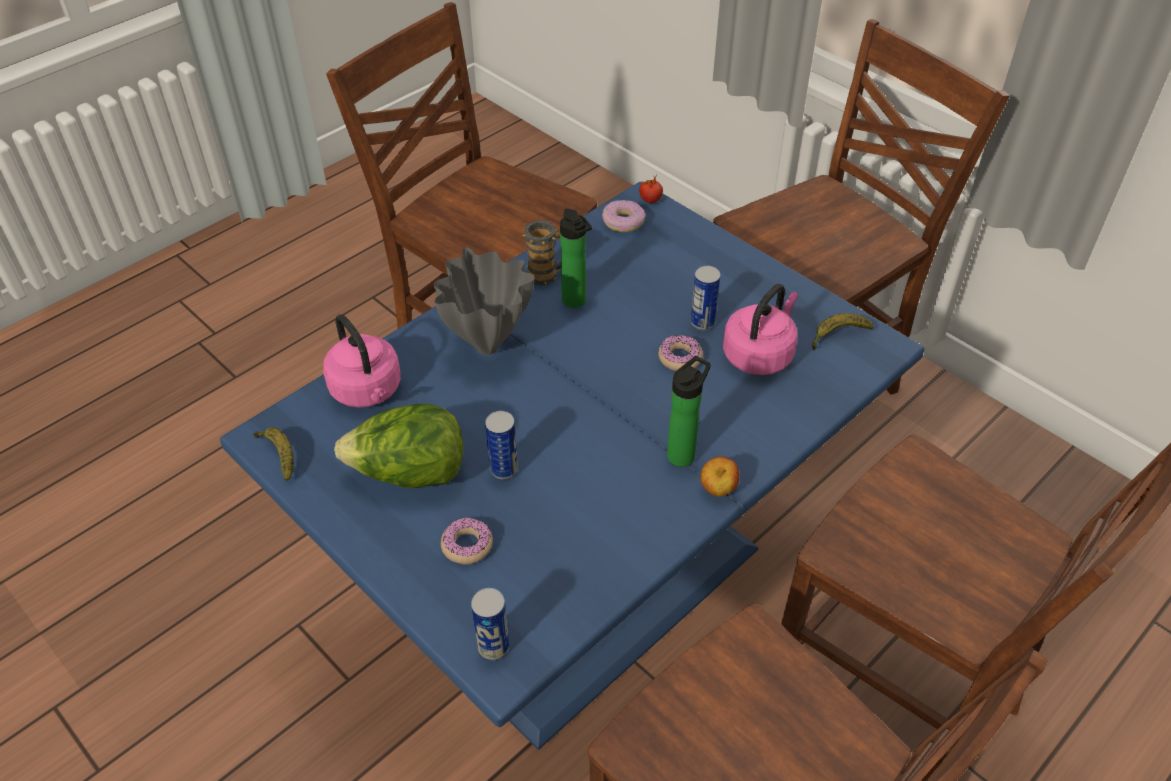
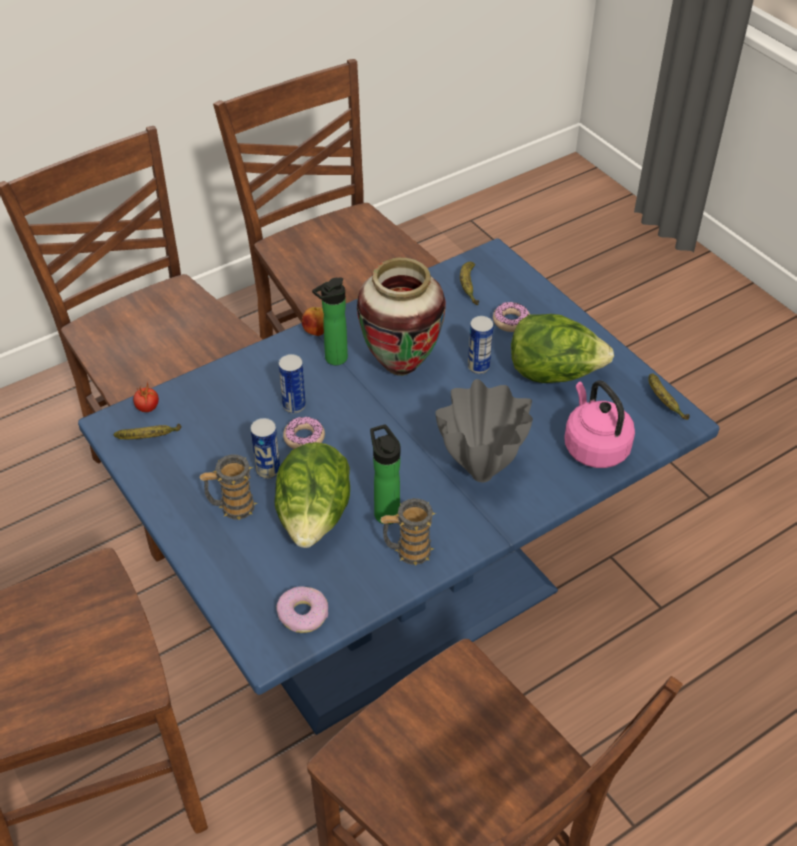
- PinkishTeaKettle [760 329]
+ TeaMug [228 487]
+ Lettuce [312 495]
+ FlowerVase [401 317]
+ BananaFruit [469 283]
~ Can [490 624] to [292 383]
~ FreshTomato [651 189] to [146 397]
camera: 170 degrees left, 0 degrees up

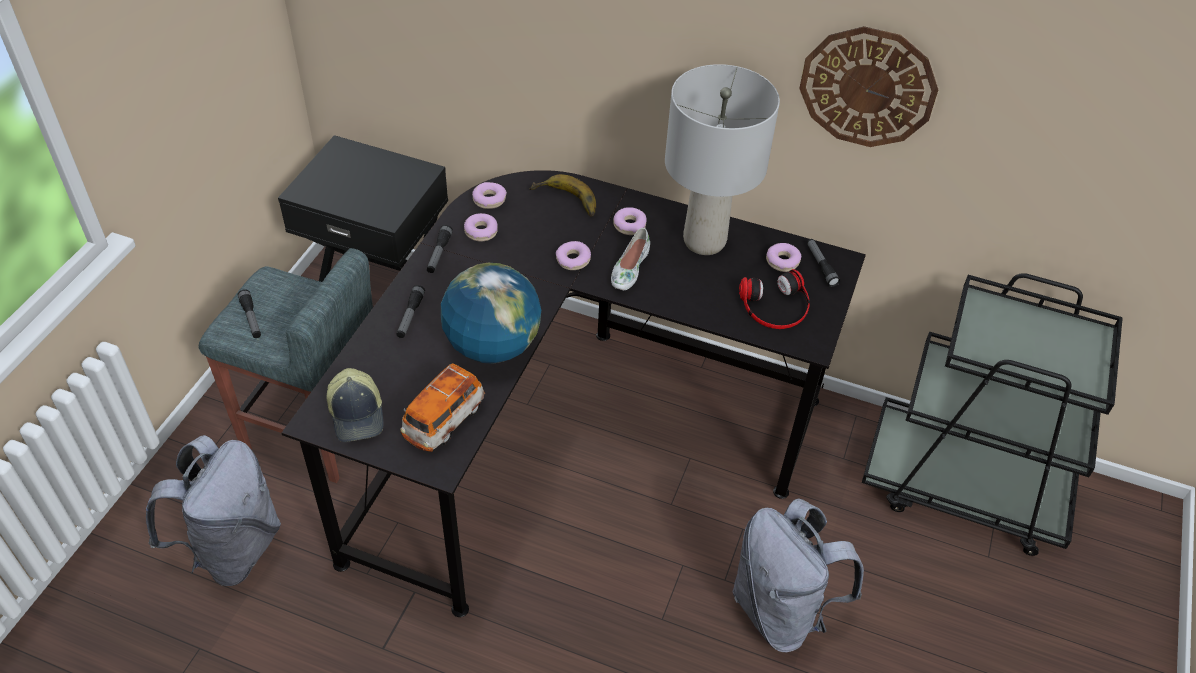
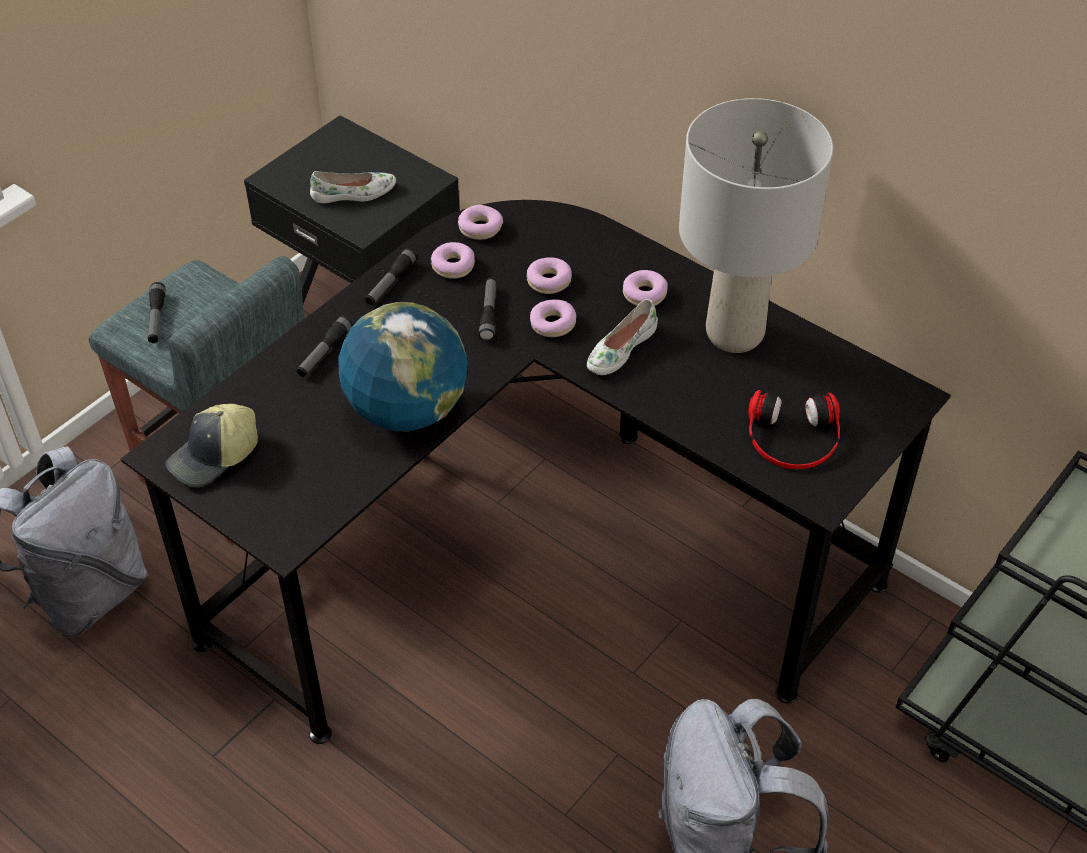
- ModelCar [442 407]
- BananaFruit [563 195]
- HangingClock [868 86]
+ WhitishShoe [353 187]
~ Doughnut [783 257] to [549 275]
~ Torch [823 263] to [487 310]
~ PeakedCap [355 405] = [211 446] 45 degrees clockwise
camera: 20 degrees right, 0 degrees up

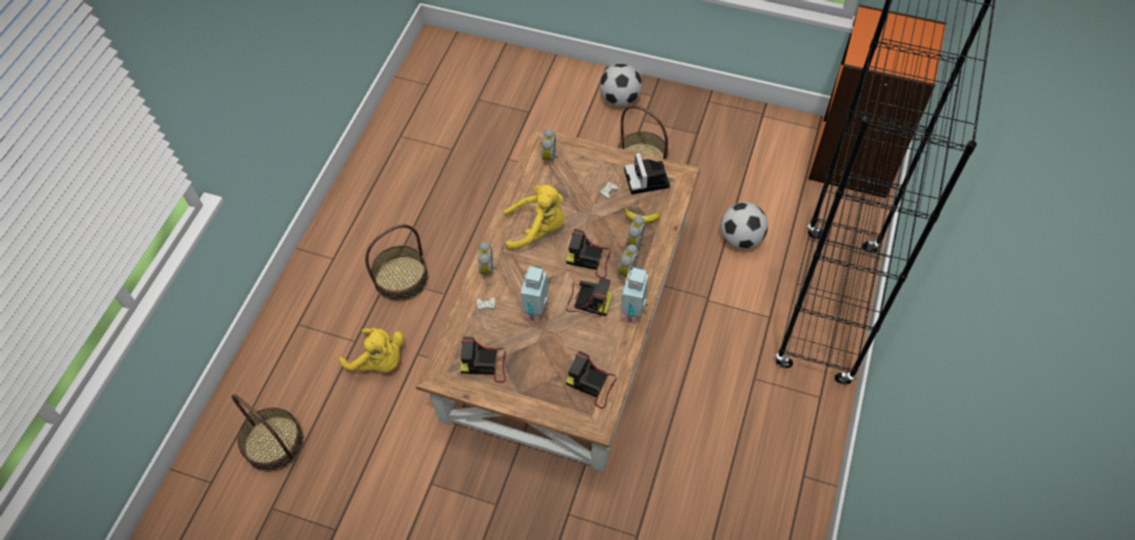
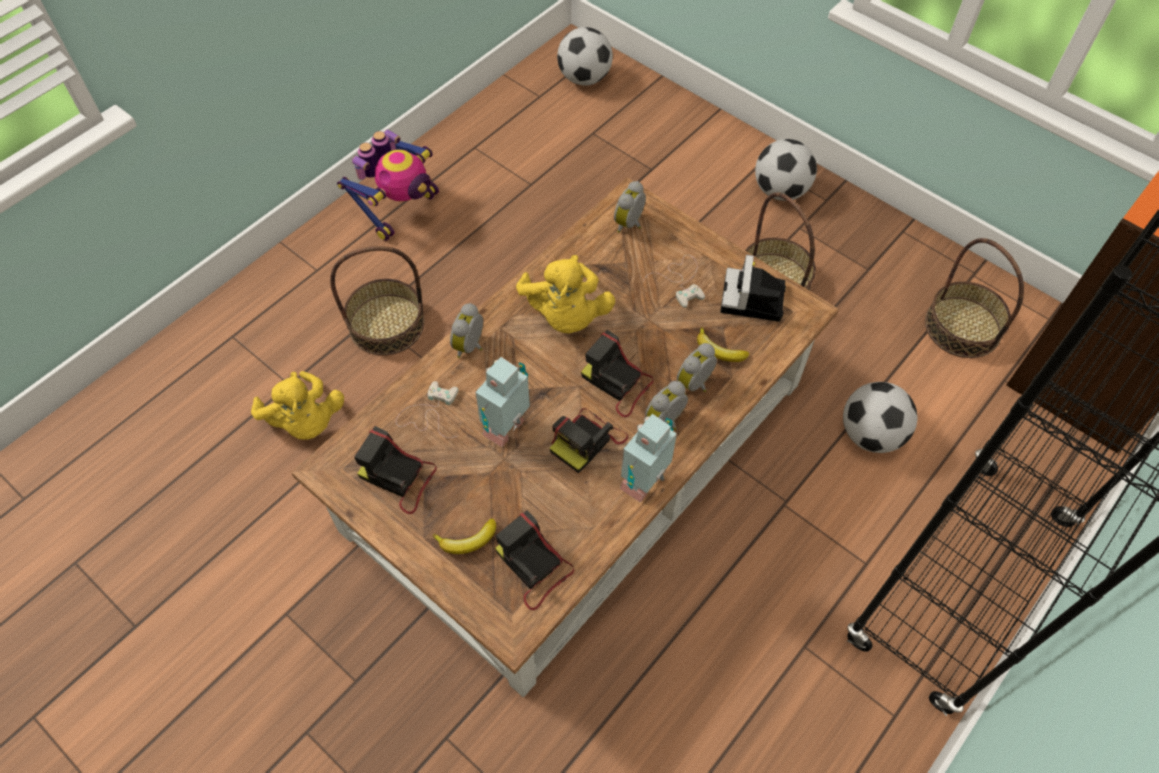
+ RobotFigure [388 185]
+ BananaFruit [464 536]
+ FootballBall [585 56]
~ HouseholdBasket [268 433] to [974 298]
~ YellowColouredPlushToy [534 218] = [565 294] 60 degrees clockwise
~ PhotoCamera [589 297] = [589 440] 90 degrees clockwise
camera: 20 degrees right, 0 degrees up

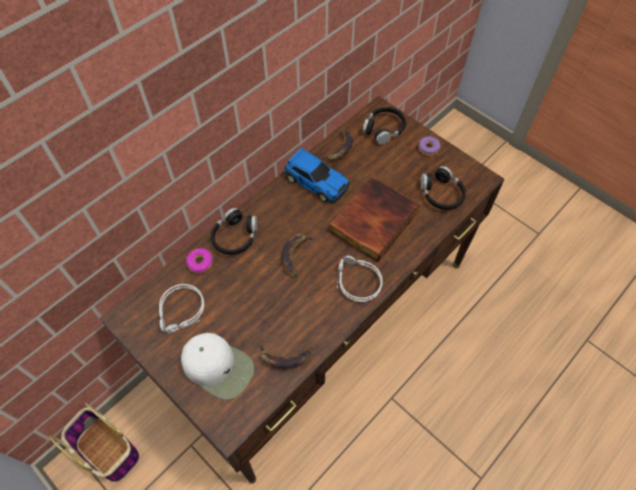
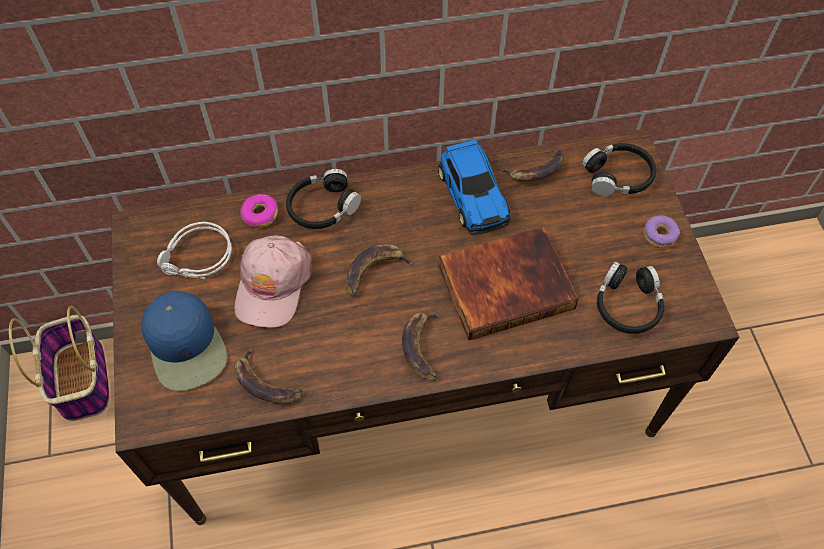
+ PinkishPeakedCap [273 281]
~ GreyishHeadphones [360 279] to BananaFruit [421 347]
~ WhitishPeakedCap [217 366] to BluishPeakedCap [184 341]
camera: 35 degrees right, 0 degrees up

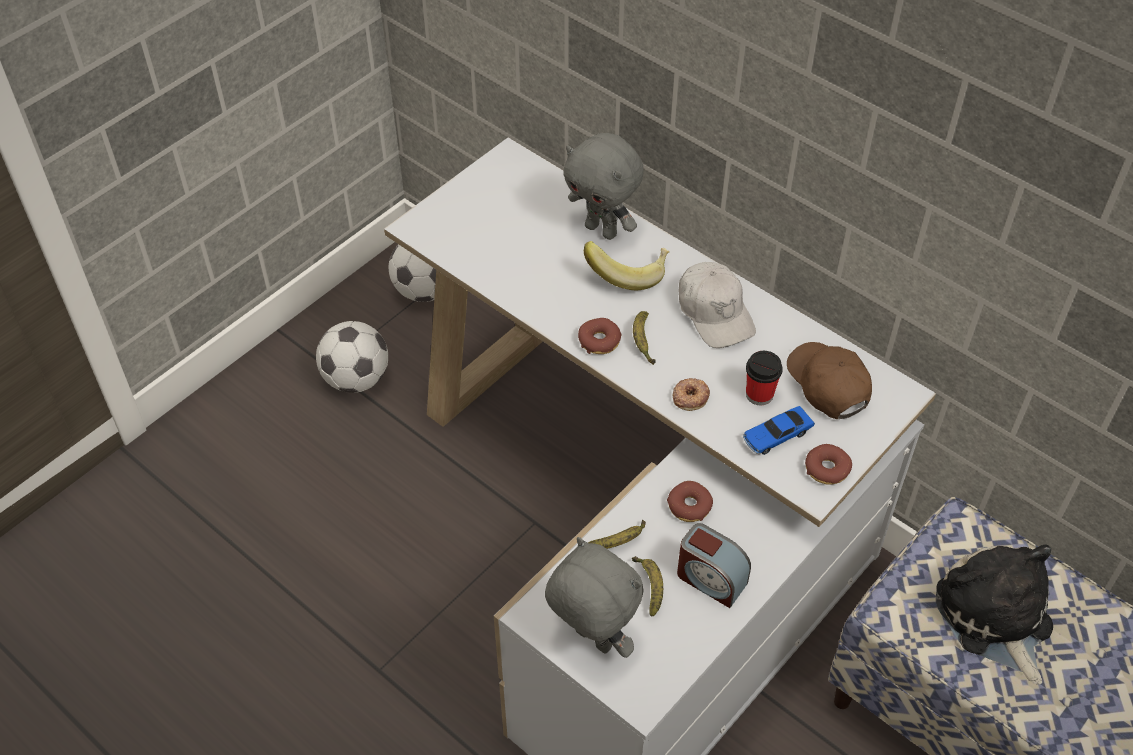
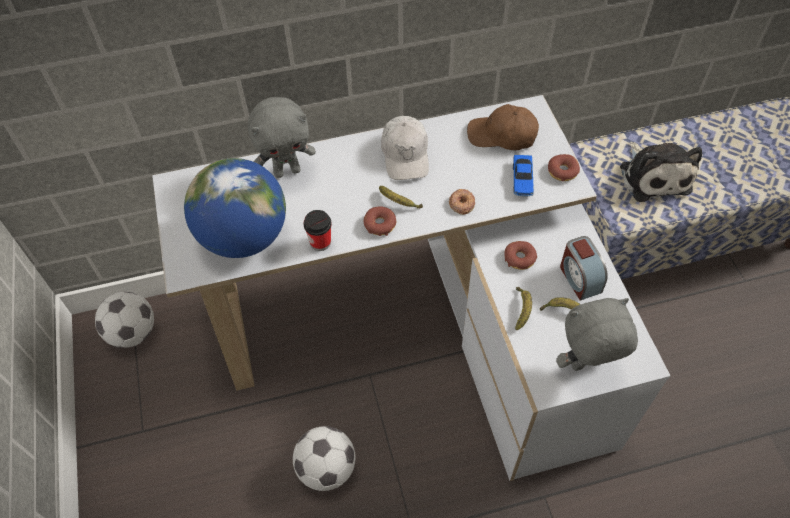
- BananaFruit [627 265]
+ WorldGlobe [235 208]
~ FootballBall [352 357] to [324 458]
~ DrinkingCup [764 378] to [318 230]
~ TableClock [714 565] = [584 268] 90 degrees clockwise
~ WhitishPeakedCap [717 305] = [405 148] 75 degrees clockwise
~ PlushToy [994 614] = [661 172] 120 degrees counterclockwise
camera: 55 degrees left, 5 degrees up

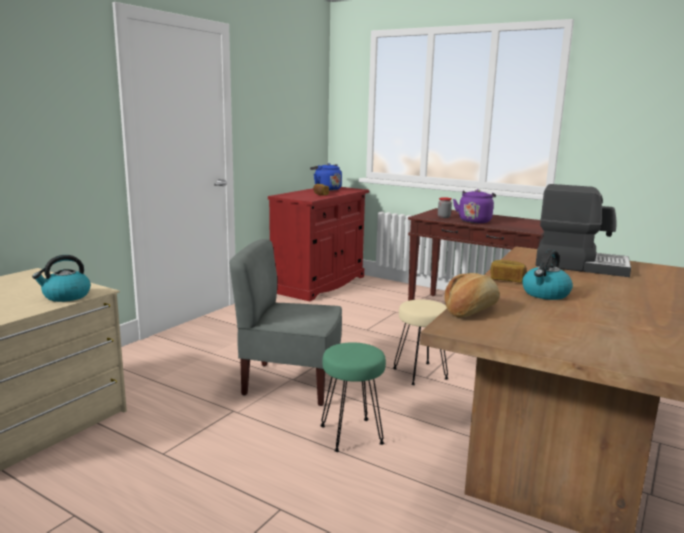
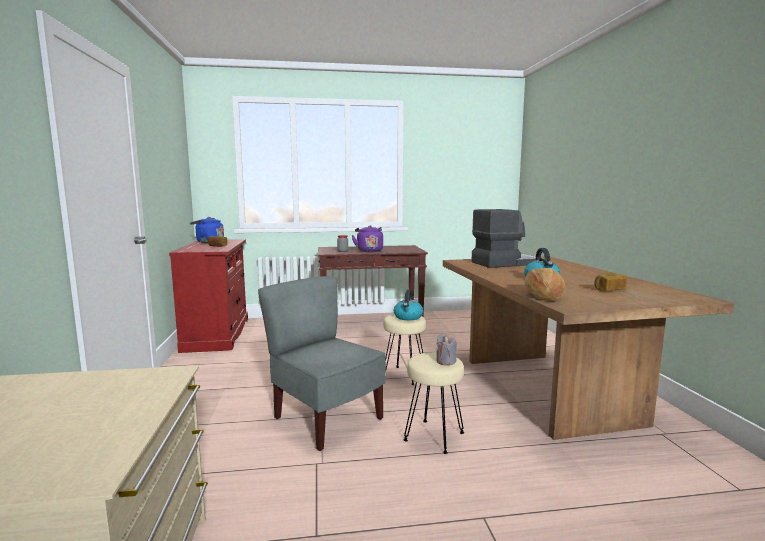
+ GreyishCandle [446 349]
~ TeaKettle [61 278] to [408 304]
~ Bread [508 271] to [610 282]
~ GreenStool [353 397] to BeigeStool [433 403]
~ GreyishChair [285 322] = [322 363] 75 degrees clockwise
camera: 40 degrees left, 5 degrees down

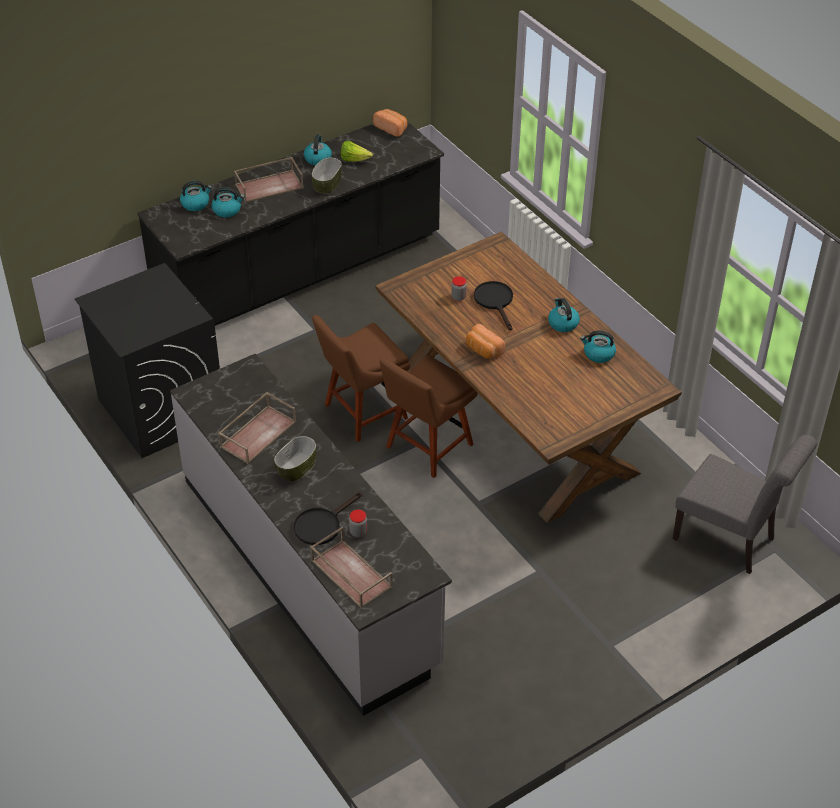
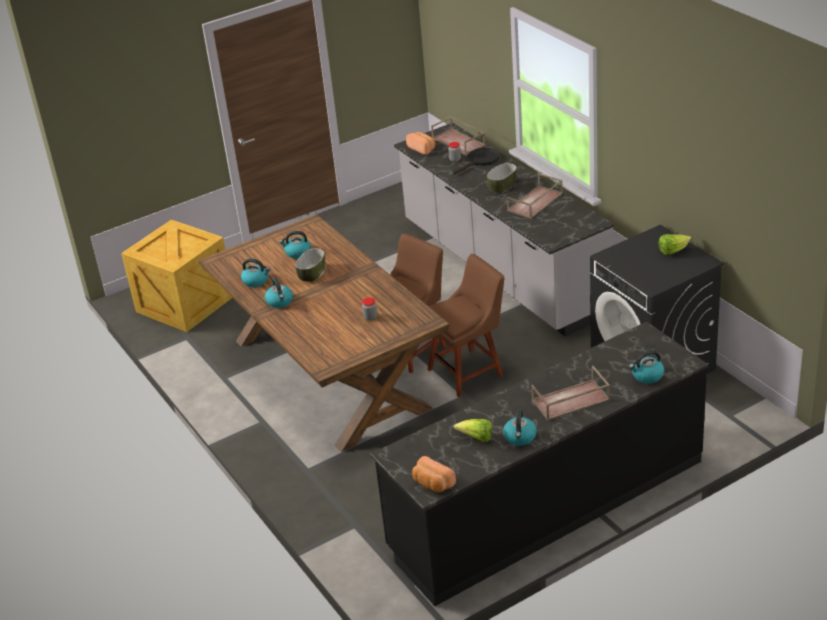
- BlackishPan [493 305]
+ Lettuce [675 244]
~ TeaKettle [228 202] to [295 245]
~ ServingBowl [327 175] to [310 265]
~ Bread [485 341] to [420 143]
~ GreyishChair [745 504] to PackingCrate [176 276]
camera: 175 degrees left, 10 degrees down

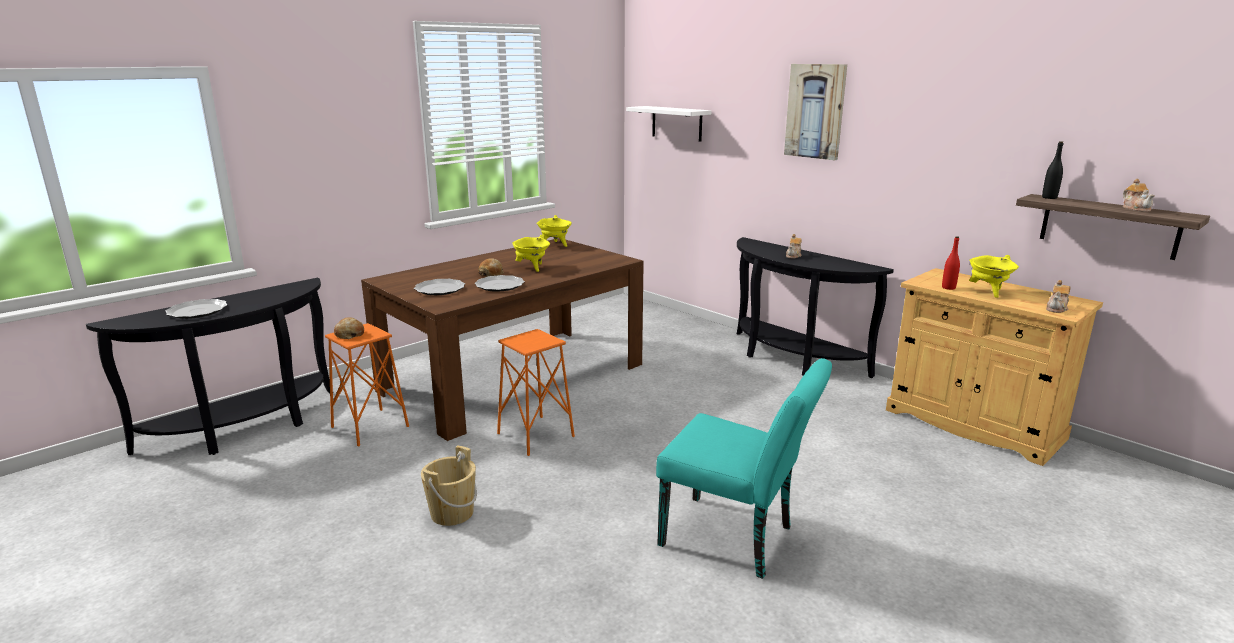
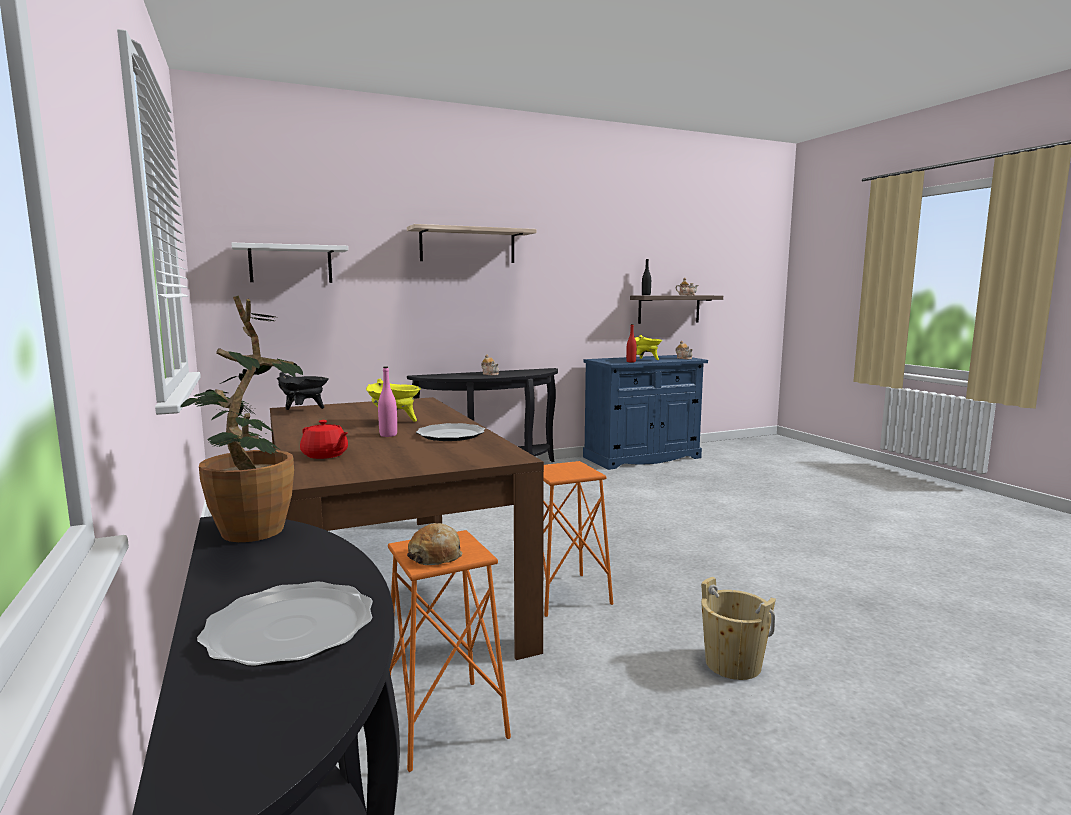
- DinnerPlate [439 287]
- TurquoiseColouredChair [744 468]
+ PottedPlant [242 419]
+ RedTeapot [324 439]
~ Bread [491 267] to PinkishDrinkBottle [387 401]
~ WallArt [815 112] to Shelf [472 243]
~ YellowColouredSaucepot [554 231] to BlackishSaucepot [303 391]
~ BeigeCabinet [994 367] to BluishCabinet [645 412]
camera: 70 degrees left, 10 degrees down

